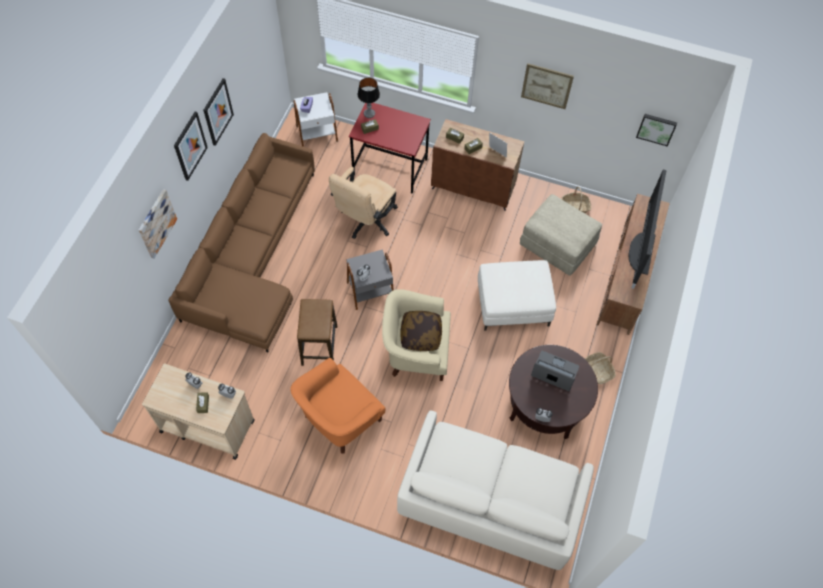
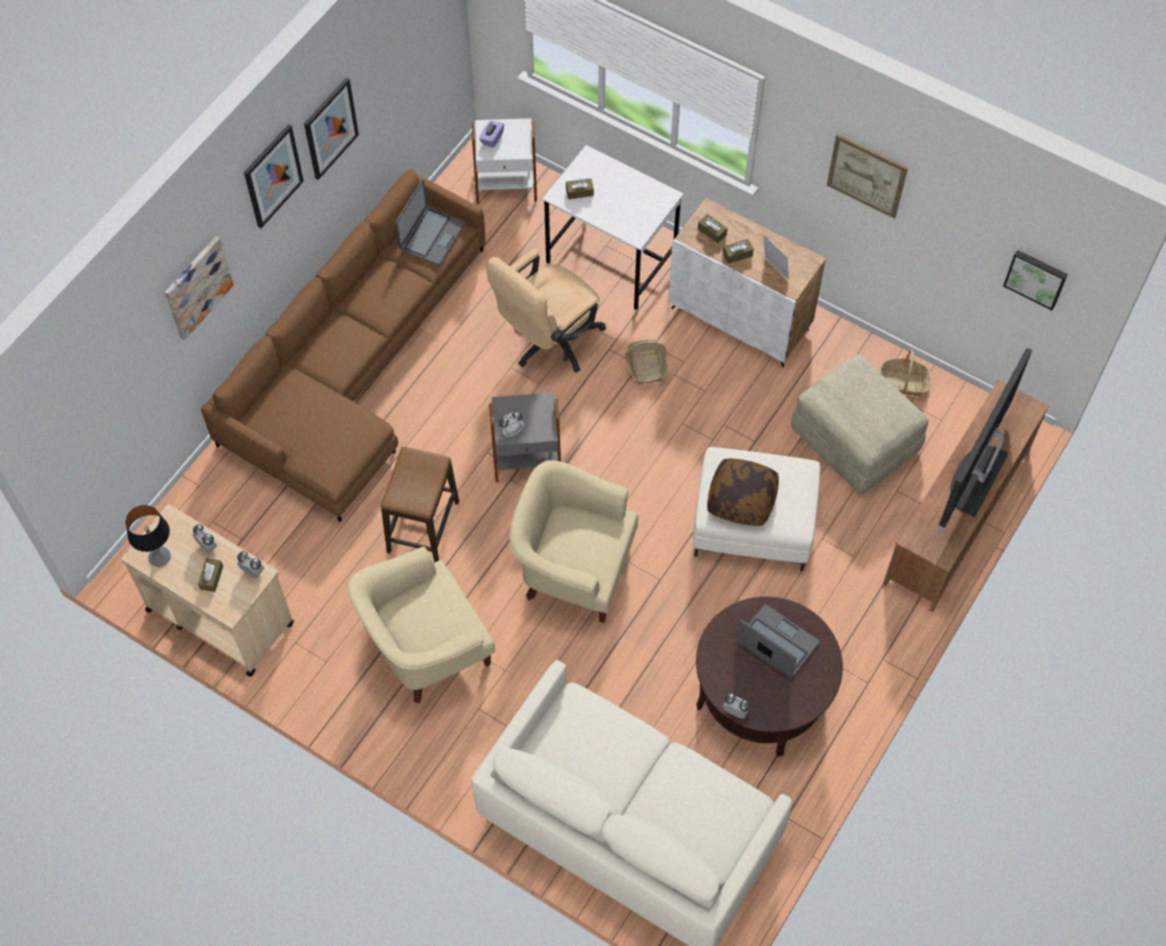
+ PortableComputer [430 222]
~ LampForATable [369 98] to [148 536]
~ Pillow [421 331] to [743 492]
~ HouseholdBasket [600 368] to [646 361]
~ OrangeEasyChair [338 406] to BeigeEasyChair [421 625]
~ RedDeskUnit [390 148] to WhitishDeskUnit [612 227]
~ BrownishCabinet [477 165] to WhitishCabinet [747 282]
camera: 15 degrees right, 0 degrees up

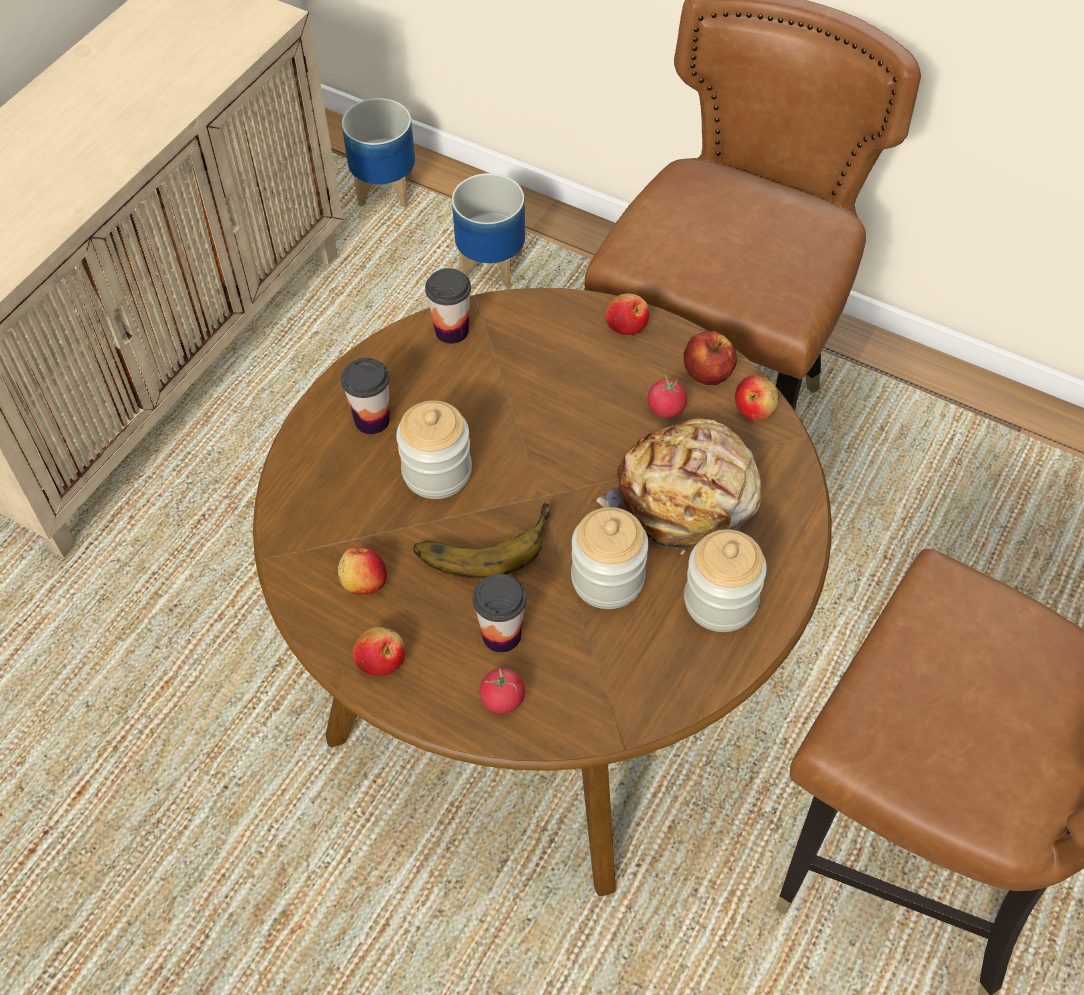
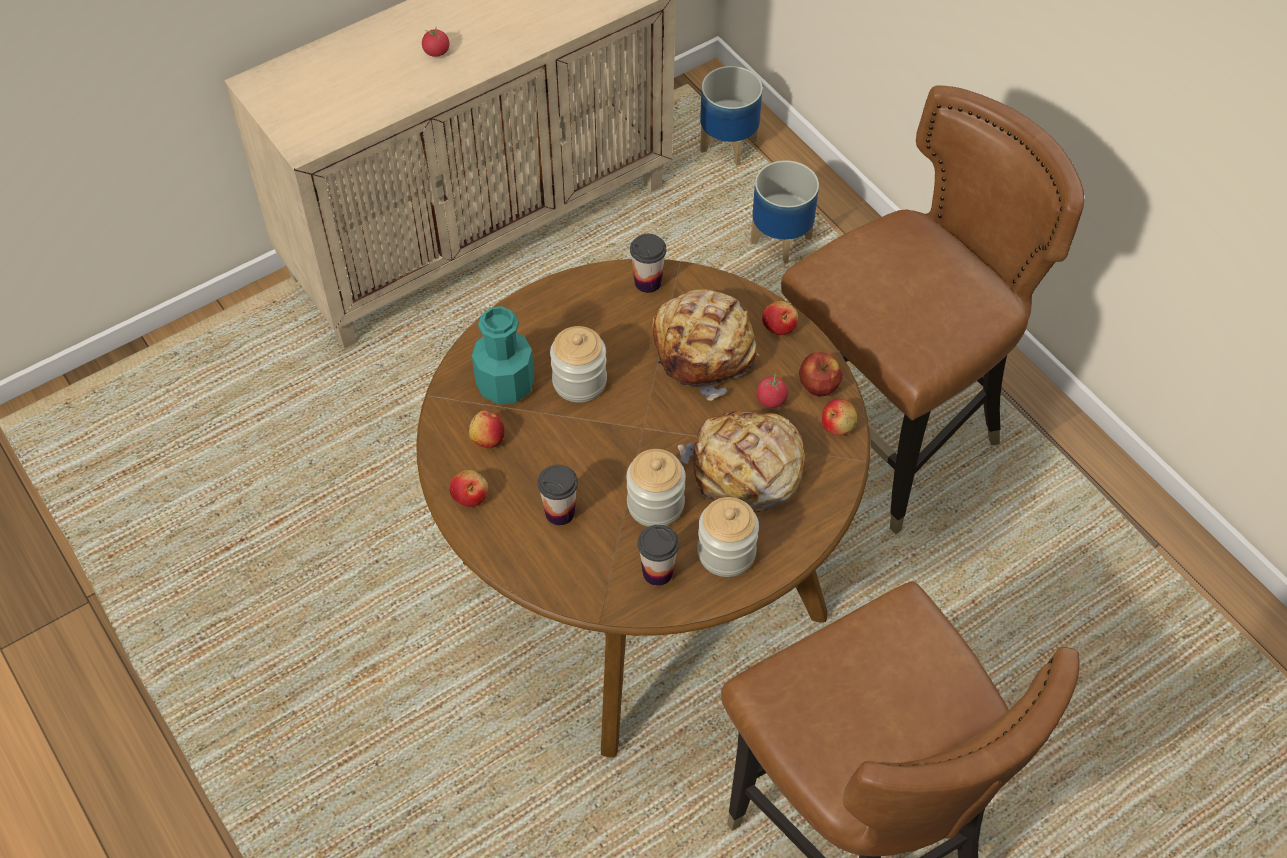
- BananaFruit [481 541]
+ TurquoiseColouredDrinkBottle [503 355]
+ Bread [706 345]
~ DrinkingCup [365 396] to [658 555]
~ FreshTomato [502 691] to [435 42]
camera: 25 degrees right, 0 degrees up

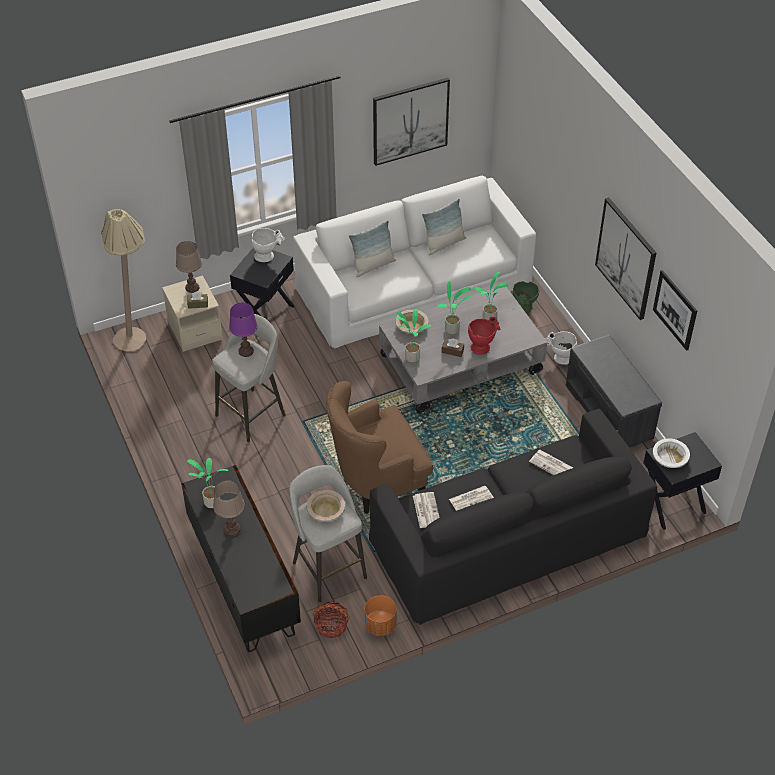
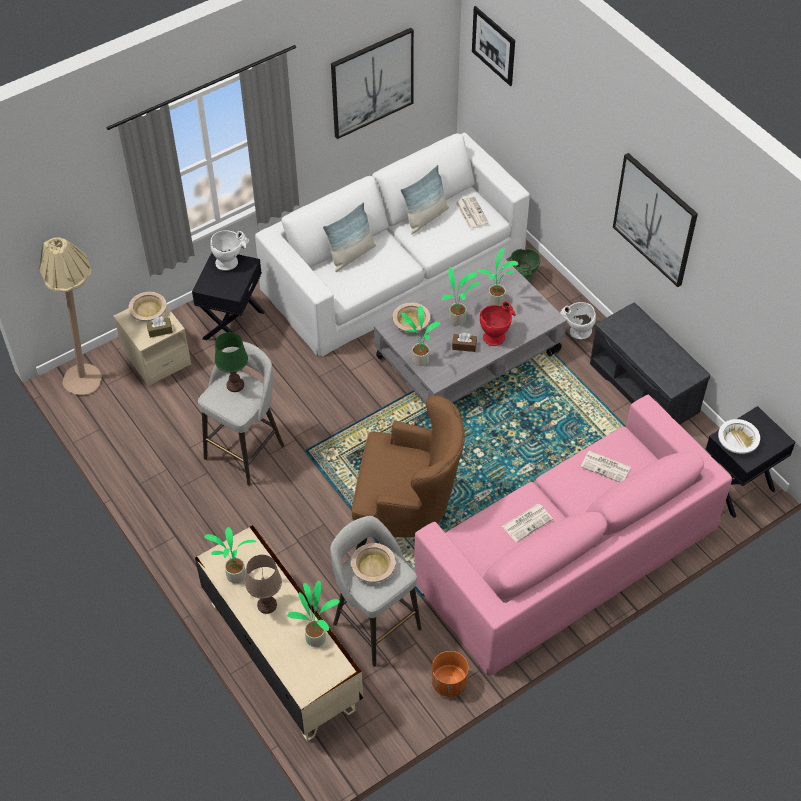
- HouseholdBasket [331 620]
+ PottedPlant [313 614]
~ DailyPaper [426 510] to [472 212]
~ WallArt [675 310] to [493 46]
~ BrownishLampForATable [189 267] to BeigeServingBowl [148 306]
~ BlackishTvStand [241 558] to BeigeTvStand [279 633]
~ PurpleColouredLampForATable [243 329] to GreenLampForATable [231 362]
~ BlackishSettee [513 517] to PinkishSettee [573 535]
~ BrownishEasyChair [379 447] = [408 472] 135 degrees counterclockwise
camera: 10 degrees left, 5 degrees up

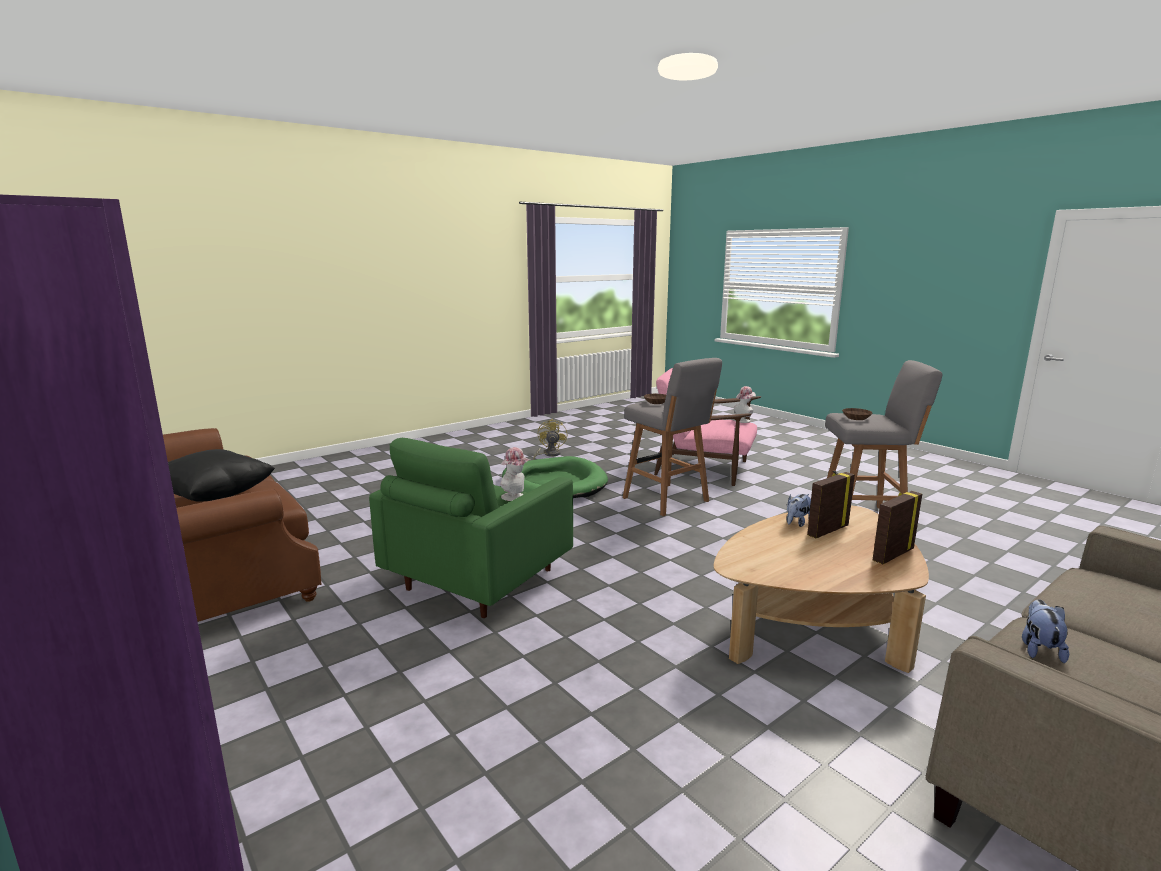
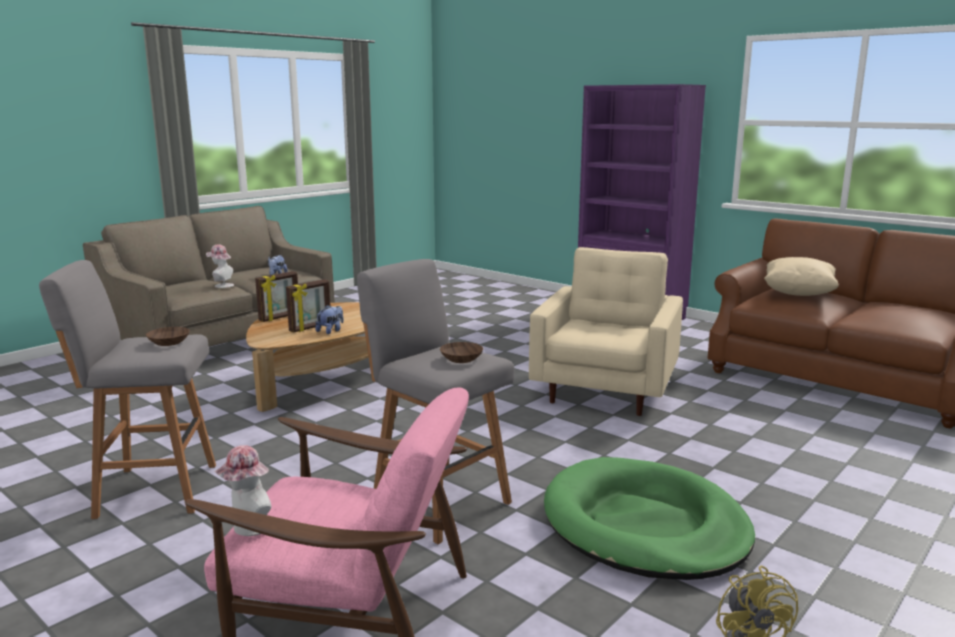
~ Hat [515 474] to [220 266]
~ BlackishPillow [221 475] to BeigePillow [801 276]
~ GreenEasyChair [471 528] to BeigeEasyChair [606 331]
camera: 170 degrees right, 0 degrees up

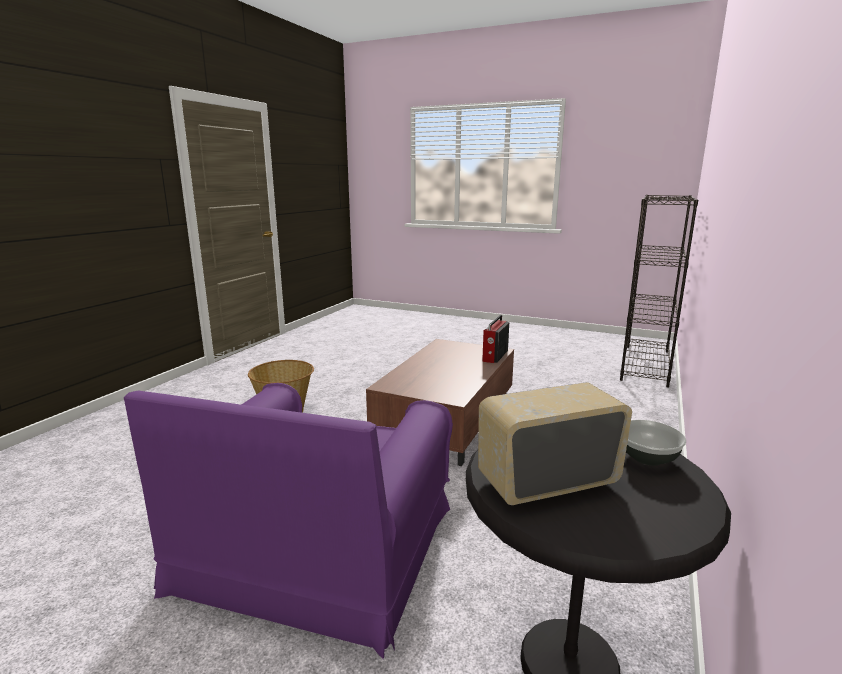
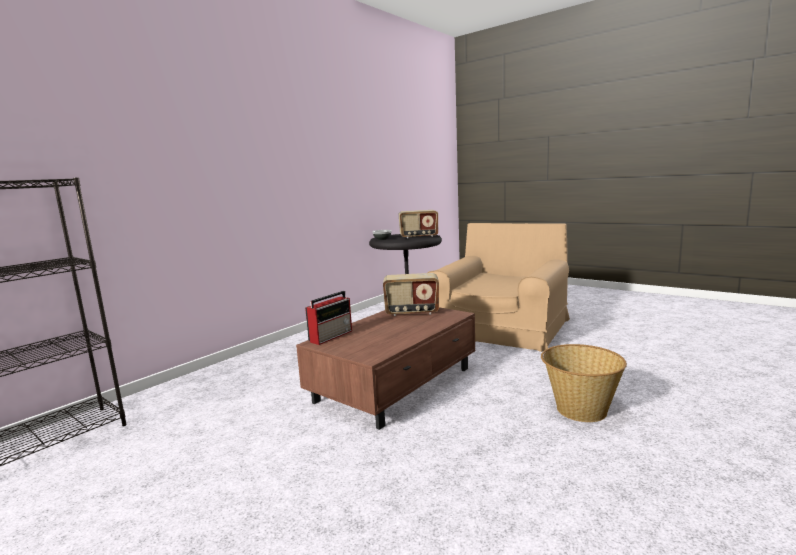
+ RadioSet [411 294]
~ PurpleColouredEasyChair [288 521] to BrownishEasyChair [499 287]
camera: 165 degrees left, 5 degrees down

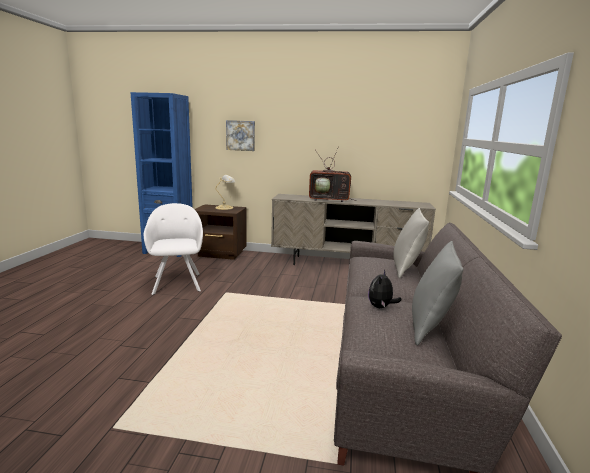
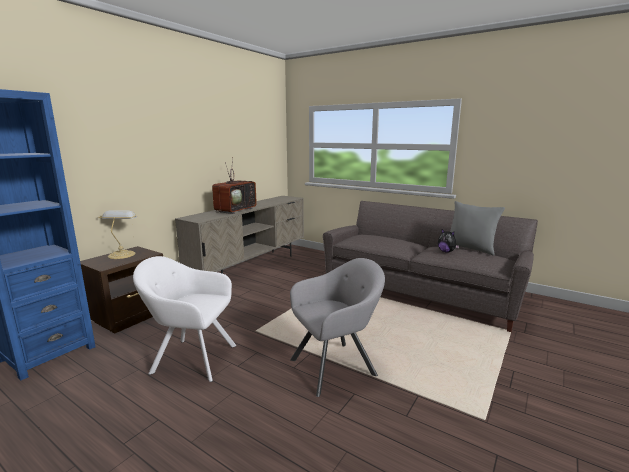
- WallArt [240 135]
- GreyishPillow [411 243]
+ GreyishEasyChair [337 327]
camera: 65 degrees left, 0 degrees up

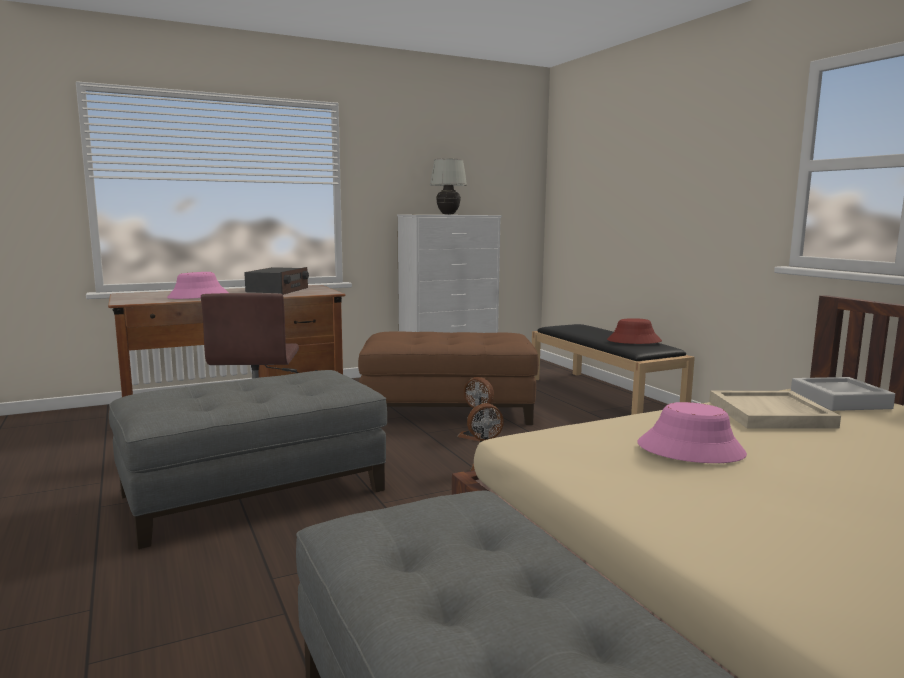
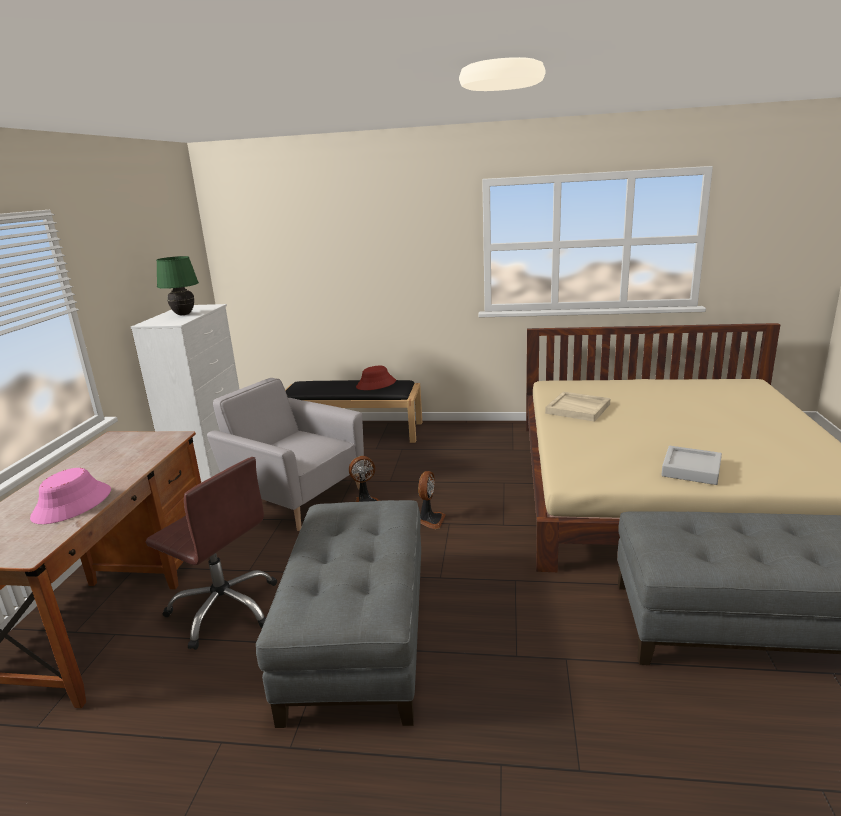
- RadioSet [276 281]
- PinkishHat [692 432]
~ GreyishTray [843 394] to [691 465]
~ BrownishPouffe [448 378] to GreyishEasyChair [285 454]
~ WhitishLampForATable [448 186] to GreenLampForATable [177 285]
camera: 55 degrees left, 10 degrees up

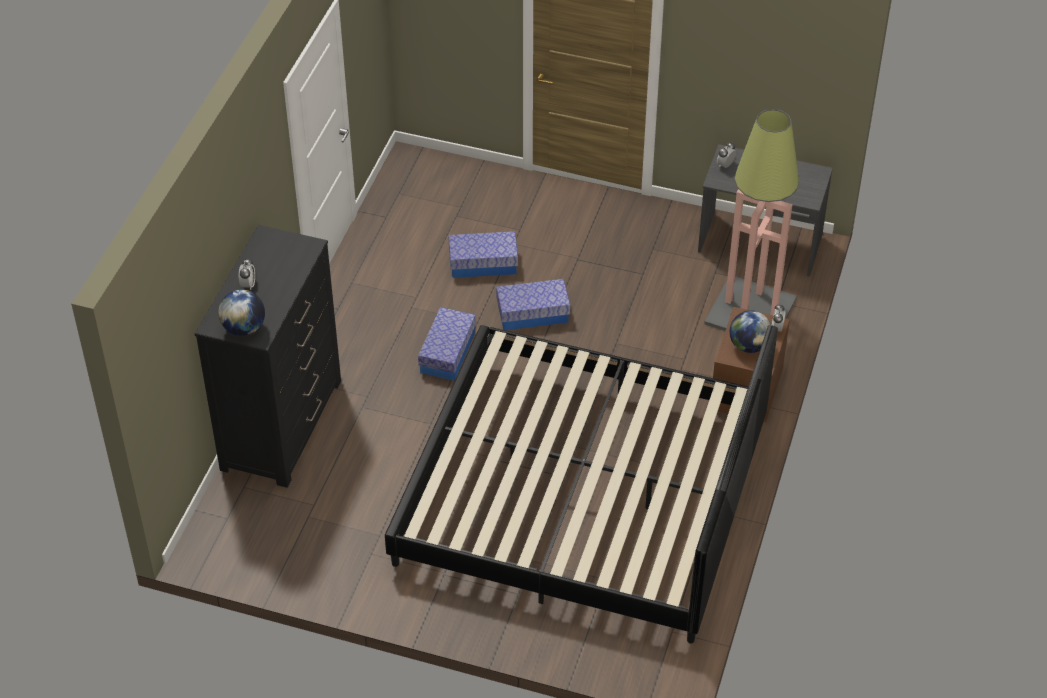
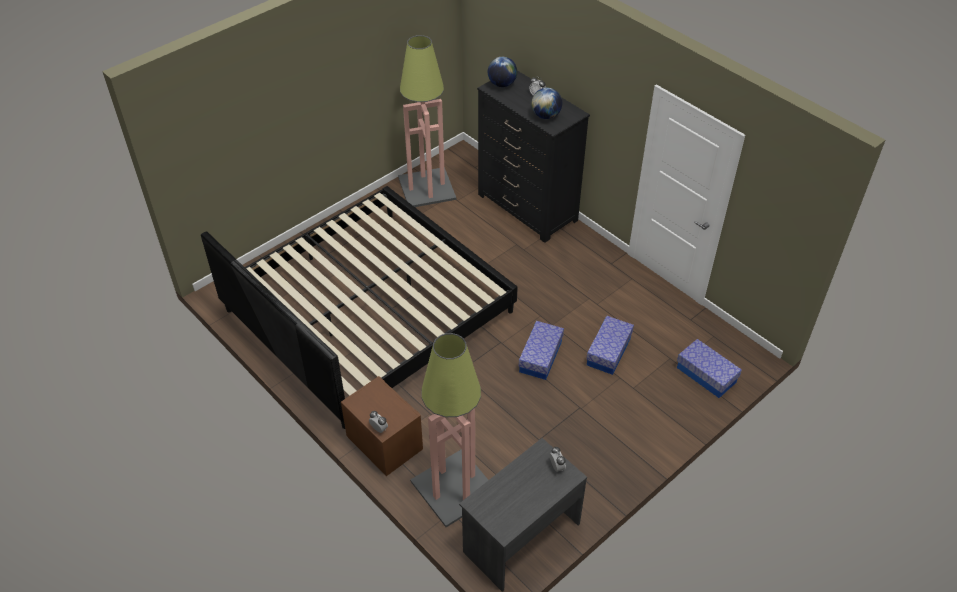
+ StandardLamp [427 121]
~ StorageContainer [447 344] to [709 368]
~ WorldGlobe [750 331] to [546 103]
camera: 120 degrees right, 0 degrees up

